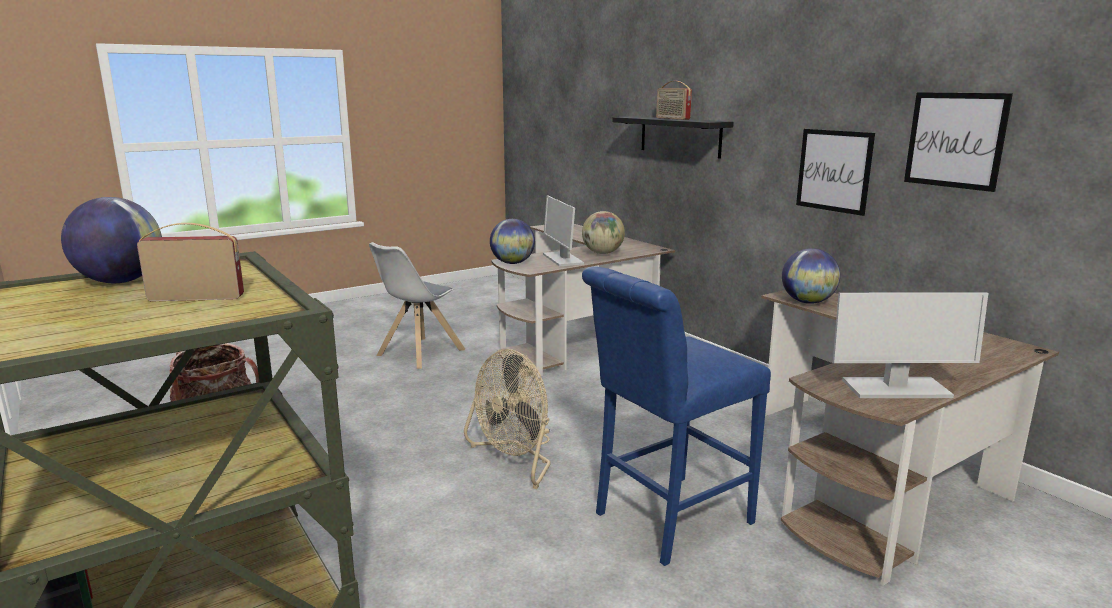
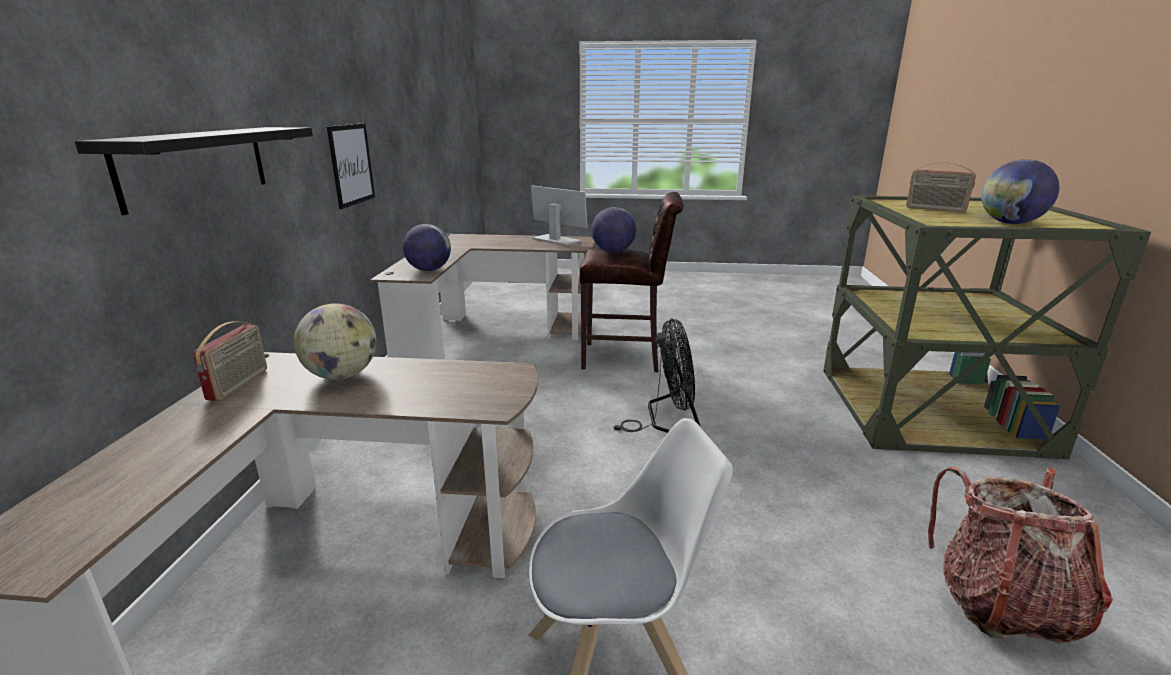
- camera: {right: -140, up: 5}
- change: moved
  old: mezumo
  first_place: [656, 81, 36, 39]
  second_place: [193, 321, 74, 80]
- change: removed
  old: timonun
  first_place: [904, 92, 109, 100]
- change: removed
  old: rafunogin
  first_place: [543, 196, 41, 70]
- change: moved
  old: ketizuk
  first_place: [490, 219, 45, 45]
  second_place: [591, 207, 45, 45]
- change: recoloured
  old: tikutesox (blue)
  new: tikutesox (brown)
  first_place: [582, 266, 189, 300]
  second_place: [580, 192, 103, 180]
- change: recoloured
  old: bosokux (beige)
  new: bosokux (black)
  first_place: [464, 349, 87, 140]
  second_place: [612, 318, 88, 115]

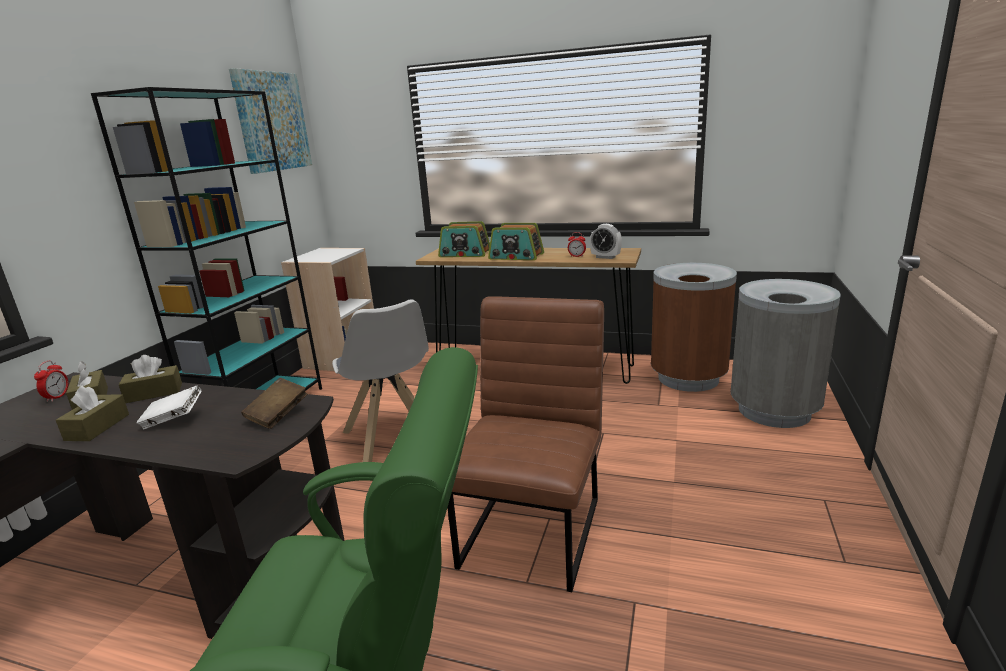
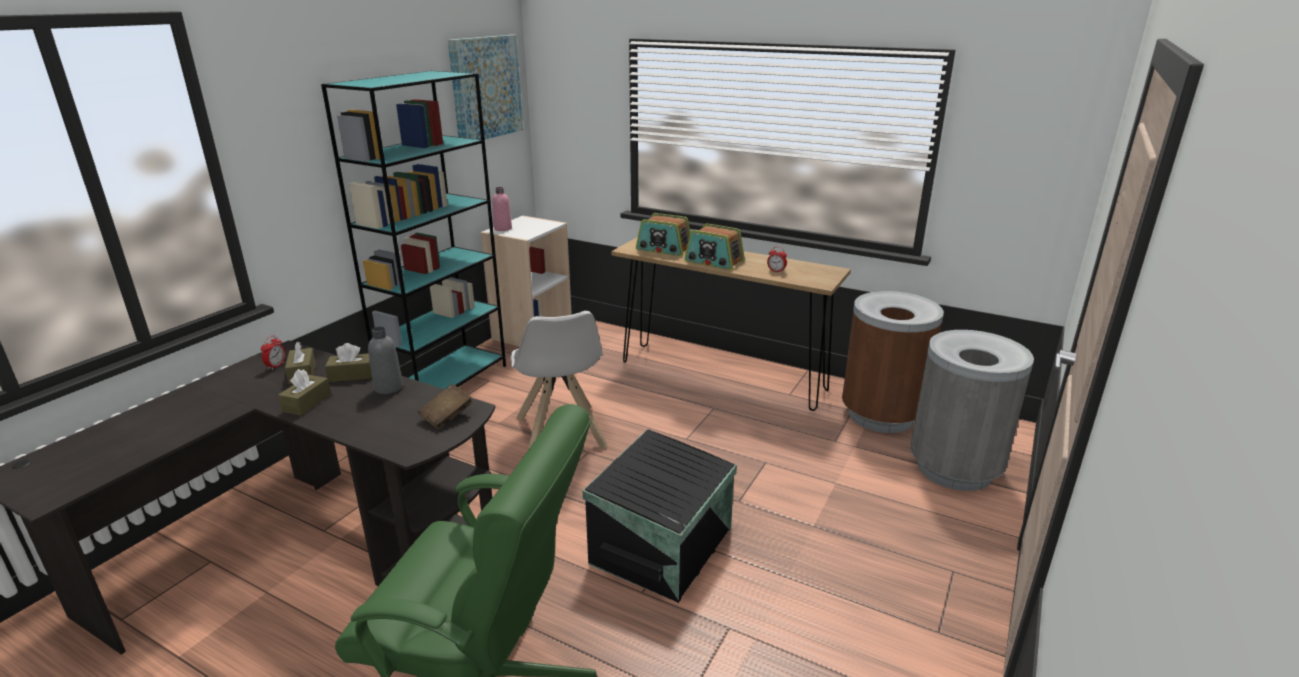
- camera: {right: 10, up: 5}
- change: removed
  old: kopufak
  first_place: [590, 224, 32, 35]
- change: replaced
  old: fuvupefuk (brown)
  new: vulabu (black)
  first_place: [447, 296, 157, 296]
  second_place: [582, 429, 155, 174]
- change: removed
  old: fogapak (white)
  first_place: [137, 386, 64, 43]
- change: added
  new: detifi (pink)
  second_place: [492, 187, 20, 44]
- change: added
  new: detifi (grey)
  second_place: [368, 327, 35, 67]

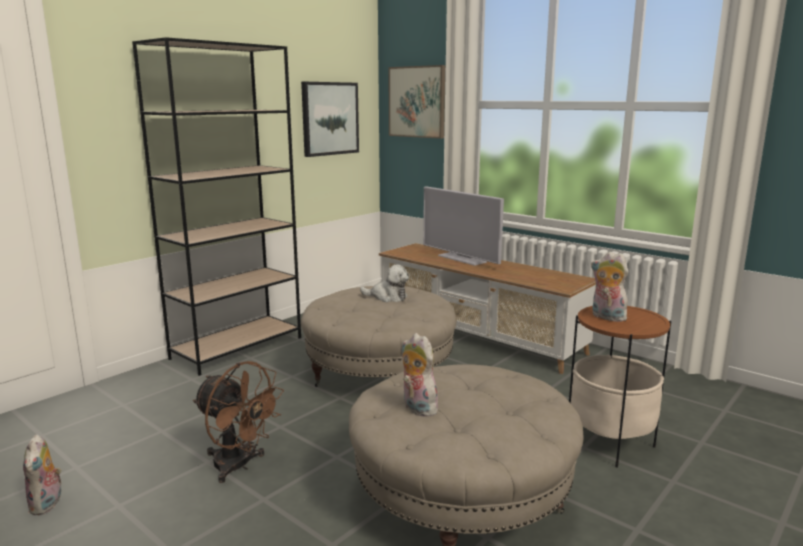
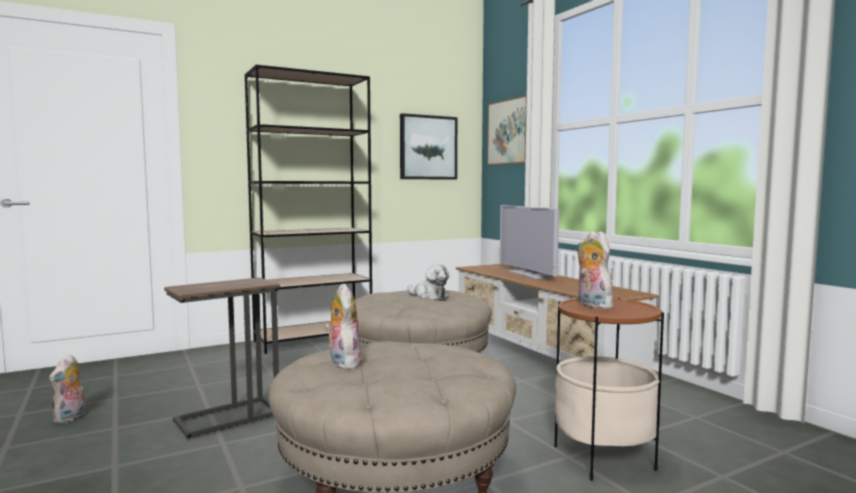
- camera: {right: 20, up: -10}
- change: replaced
  old: bosokux (brown)
  new: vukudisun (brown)
  first_place: [193, 361, 91, 122]
  second_place: [164, 277, 116, 162]

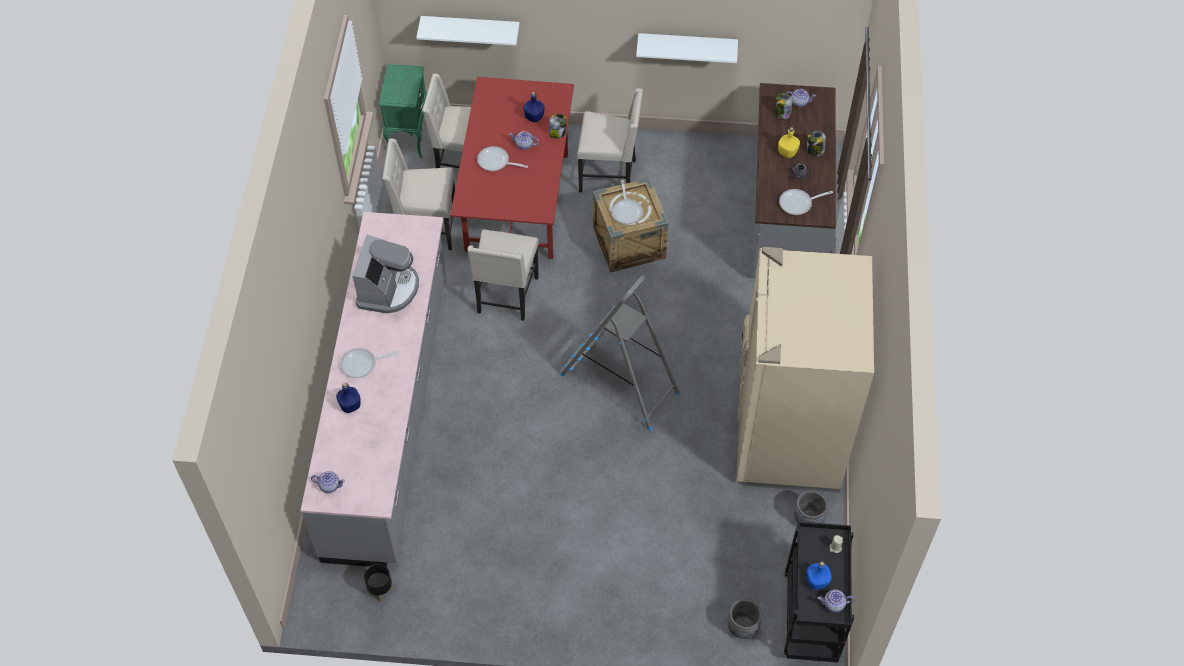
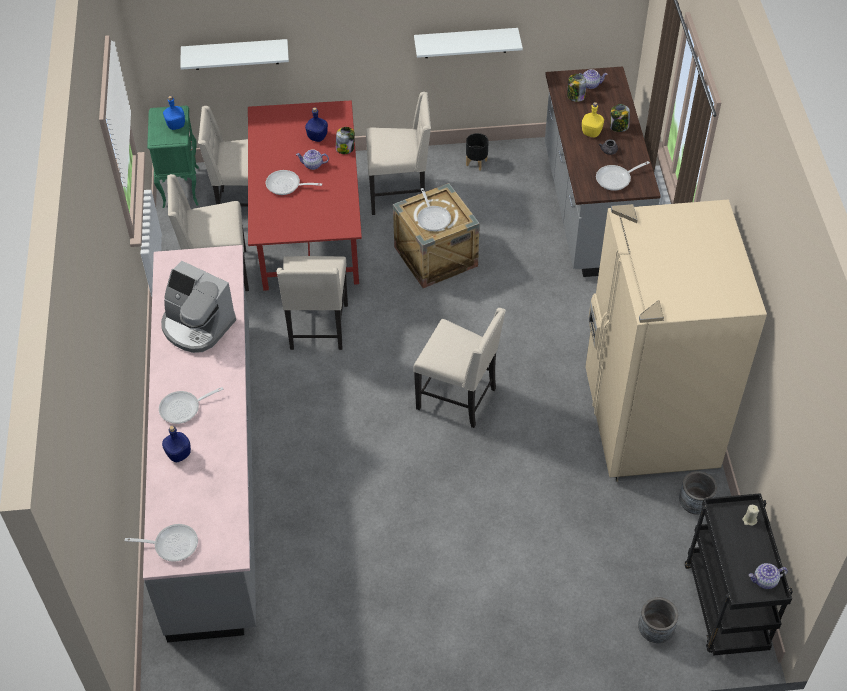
- camera: {right: -10, up: -5}
- change: turned
  old: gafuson
  first_place: [352, 235, 67, 78]
  second_place: [161, 261, 75, 92]
  degrees: 120
- change: replaced
  old: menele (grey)
  new: fuvupefuk (beige)
  first_place: [560, 275, 120, 156]
  second_place: [413, 308, 93, 120]
- change: replaced
  old: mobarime
  new: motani
  first_place: [311, 471, 34, 22]
  second_place: [125, 524, 73, 38]
- change: moved
  old: detifi (blue)
  first_place: [806, 562, 26, 28]
  second_place: [163, 96, 22, 34]
- change: moved
  old: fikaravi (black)
  first_place: [364, 564, 30, 38]
  second_place: [466, 133, 23, 38]

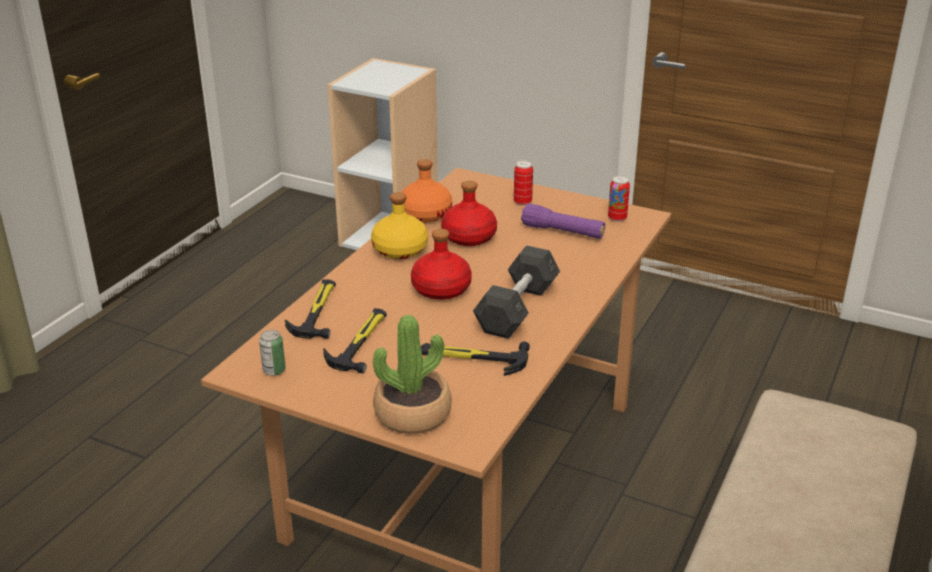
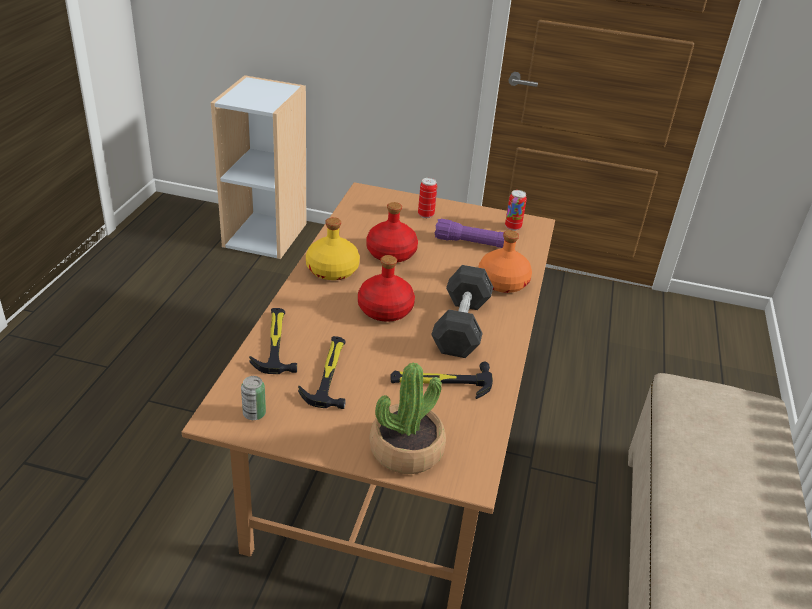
- camera: {right: -15, up: 5}
- change: moved
  old: detifi (orange)
  first_place: [402, 159, 50, 63]
  second_place: [478, 230, 54, 63]

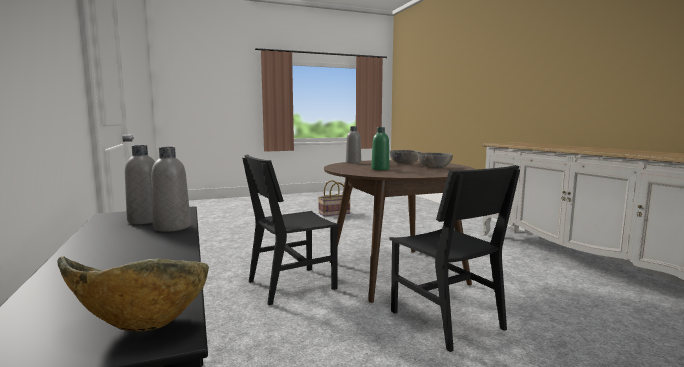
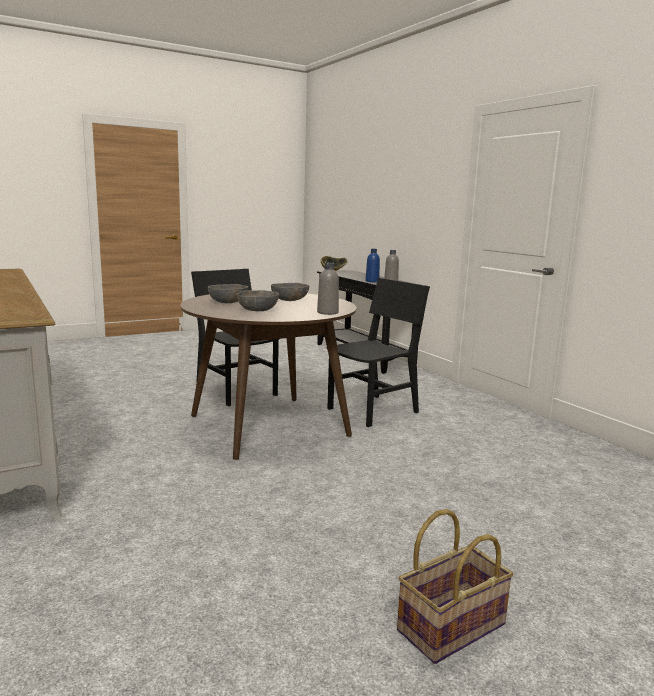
- camera: {right: 170, up: 5}
- change: replaced
  old: detifi (green)
  new: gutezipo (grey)
  first_place: [371, 127, 18, 43]
  second_place: [271, 283, 38, 18]
- change: recoloured
  old: detifi (grey)
  new: detifi (blue)
  first_place: [151, 147, 40, 84]
  second_place: [365, 249, 15, 33]

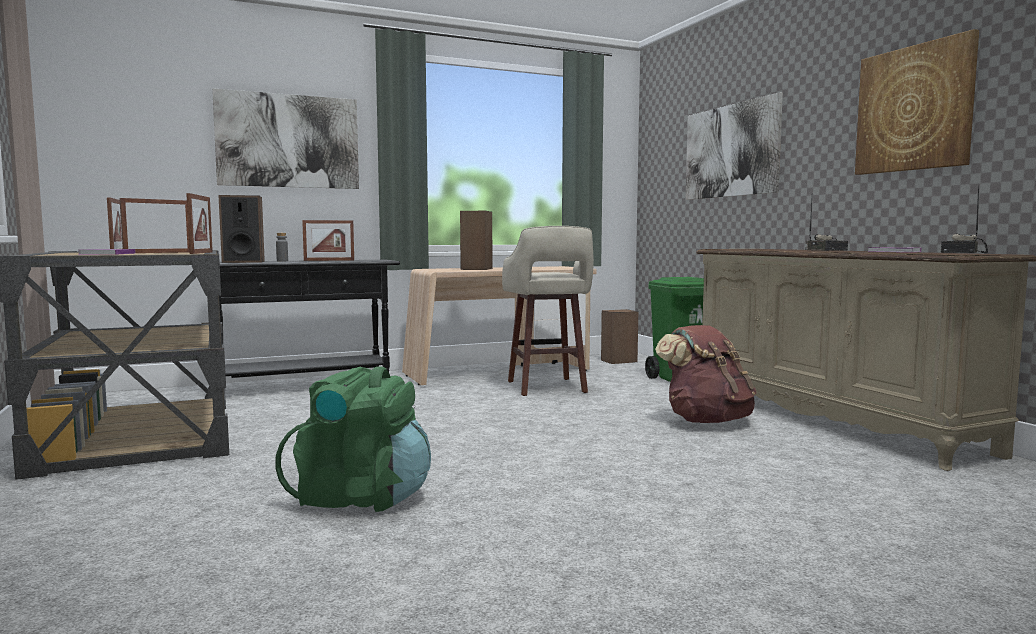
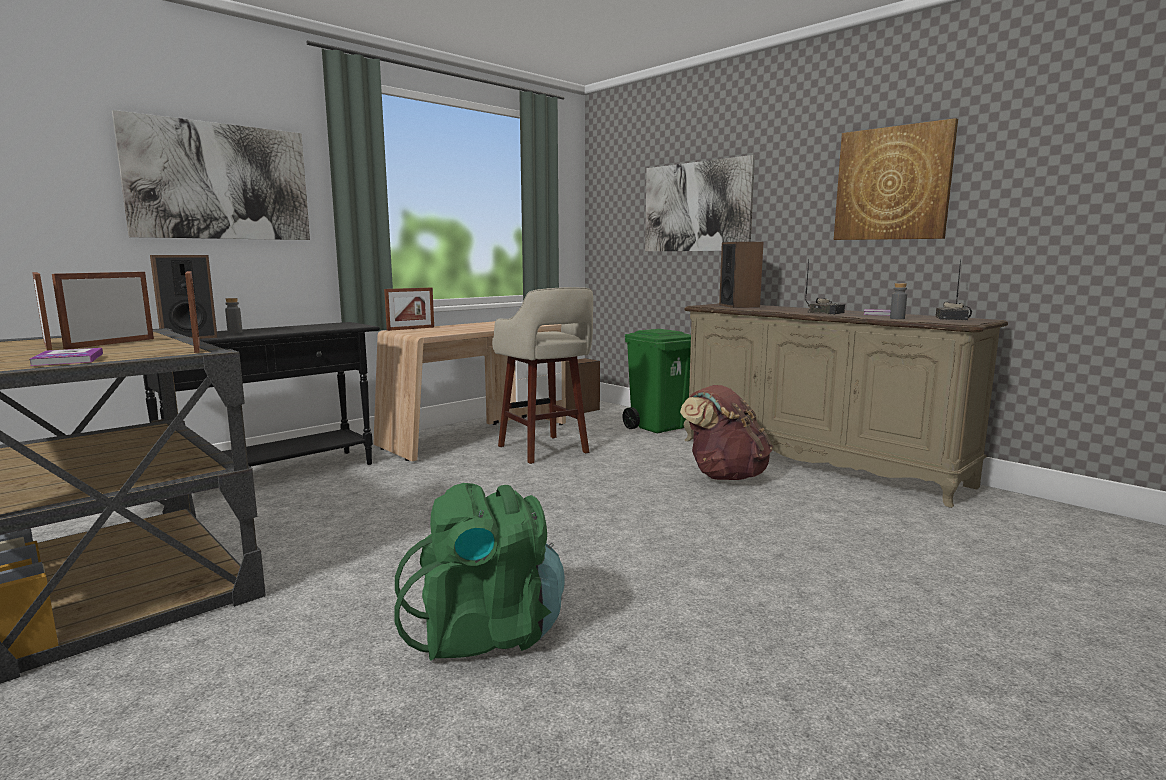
- camera: {right: -20, up: 5}
- change: moved
  old: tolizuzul
  first_place: [460, 211, 32, 59]
  second_place: [719, 242, 45, 66]
- change: moved
  old: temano
  first_place: [302, 220, 52, 41]
  second_place: [384, 288, 50, 43]
- change: added
  new: detifi (grey)
  second_place: [890, 283, 17, 36]

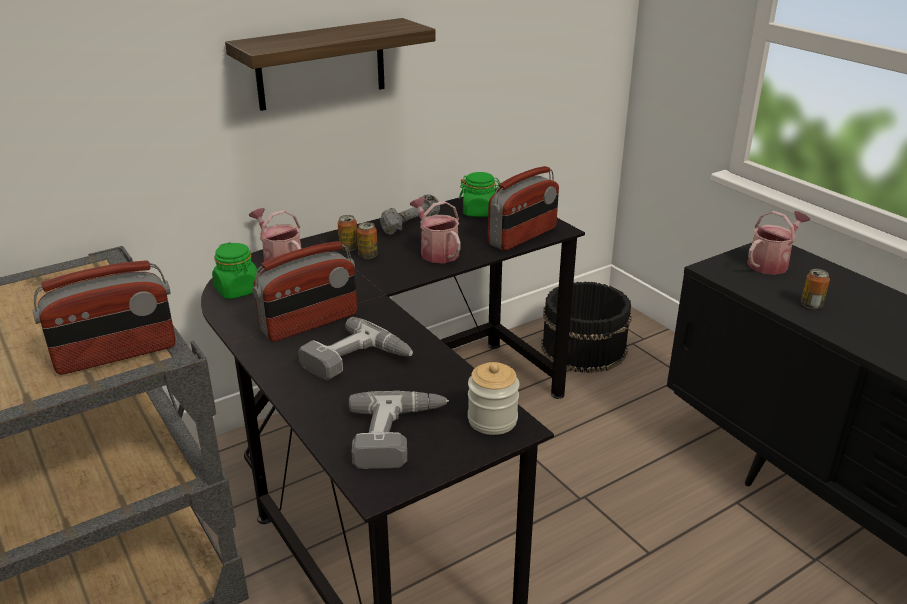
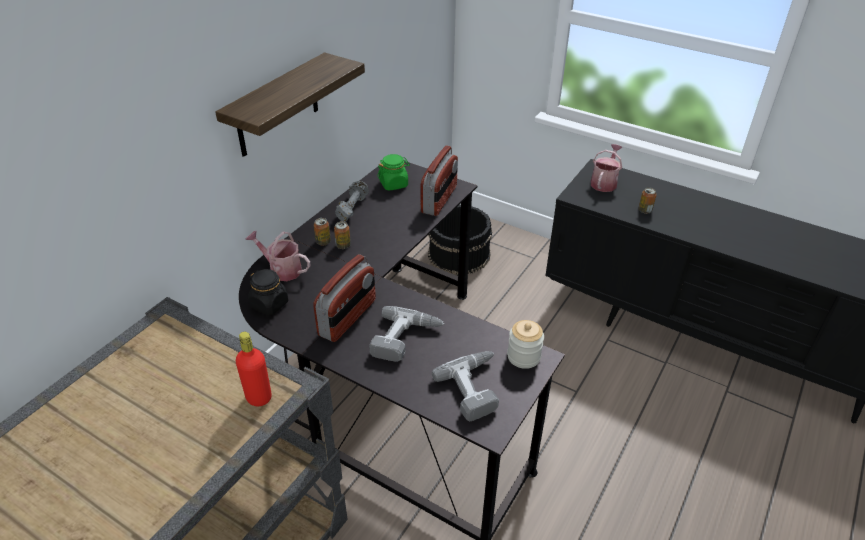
- camera: {right: -25, up: 10}
- change: removed
  old: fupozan
  first_place: [410, 198, 51, 65]
- change: recoloured
  old: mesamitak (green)
  new: mesamitak (black)
  first_place: [212, 242, 47, 57]
  second_place: [249, 269, 39, 46]
- change: replaced
  old: mezumo
  new: detifi (red)
  first_place: [32, 260, 144, 115]
  second_place: [236, 332, 36, 74]

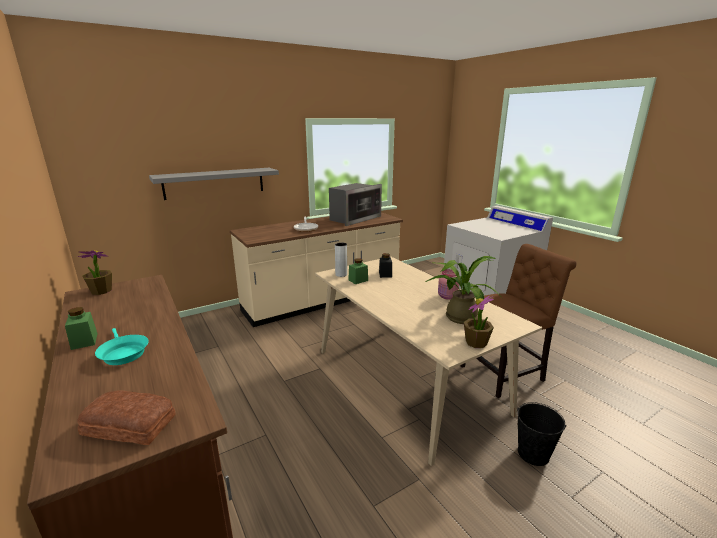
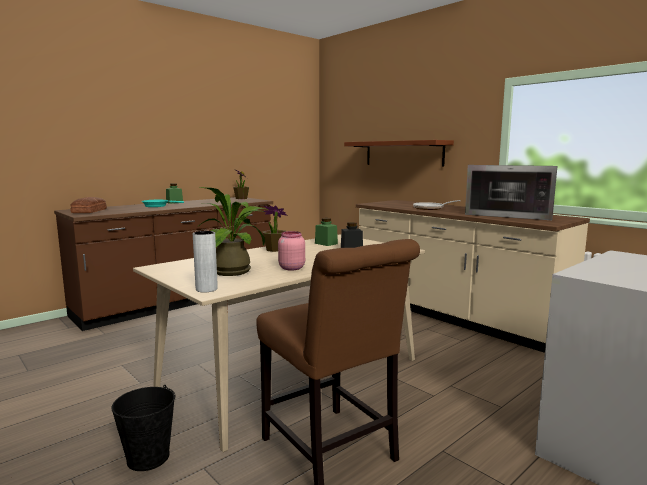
- camera: {right: 80, up: -10}
- change: recoloured
  old: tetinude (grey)
  new: tetinude (brown)
  first_place: [149, 168, 130, 32]
  second_place: [344, 140, 110, 27]
- change: moved
  old: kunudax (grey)
  first_place: [335, 243, 12, 34]
  second_place: [193, 231, 25, 61]
- change: moved
  old: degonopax
  first_place: [464, 296, 30, 52]
  second_place: [262, 206, 25, 46]

